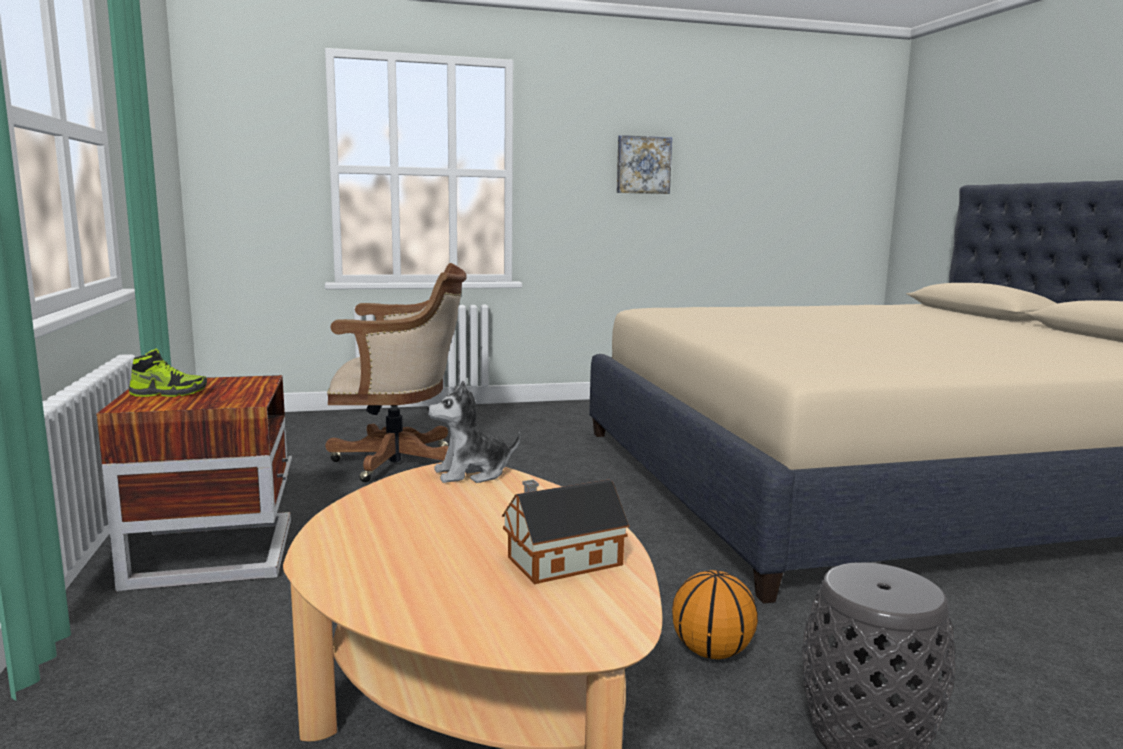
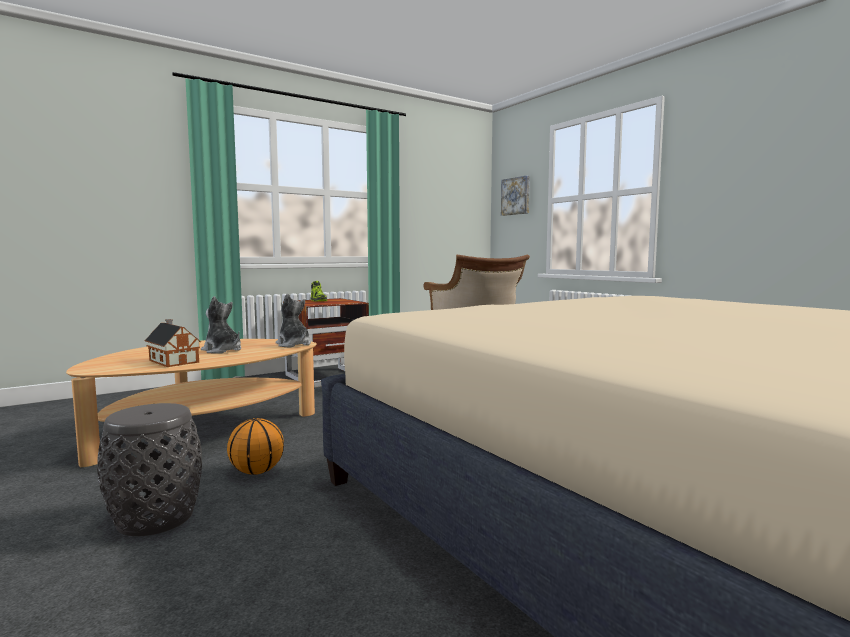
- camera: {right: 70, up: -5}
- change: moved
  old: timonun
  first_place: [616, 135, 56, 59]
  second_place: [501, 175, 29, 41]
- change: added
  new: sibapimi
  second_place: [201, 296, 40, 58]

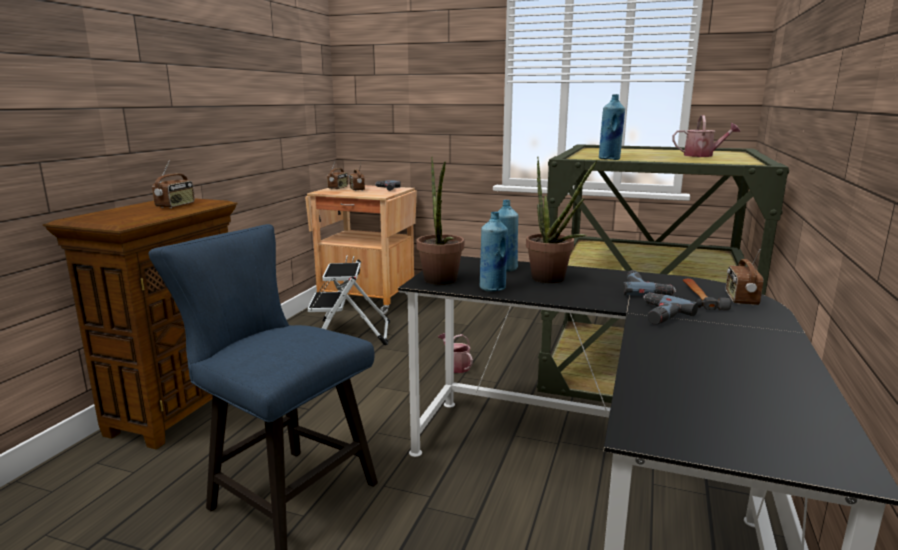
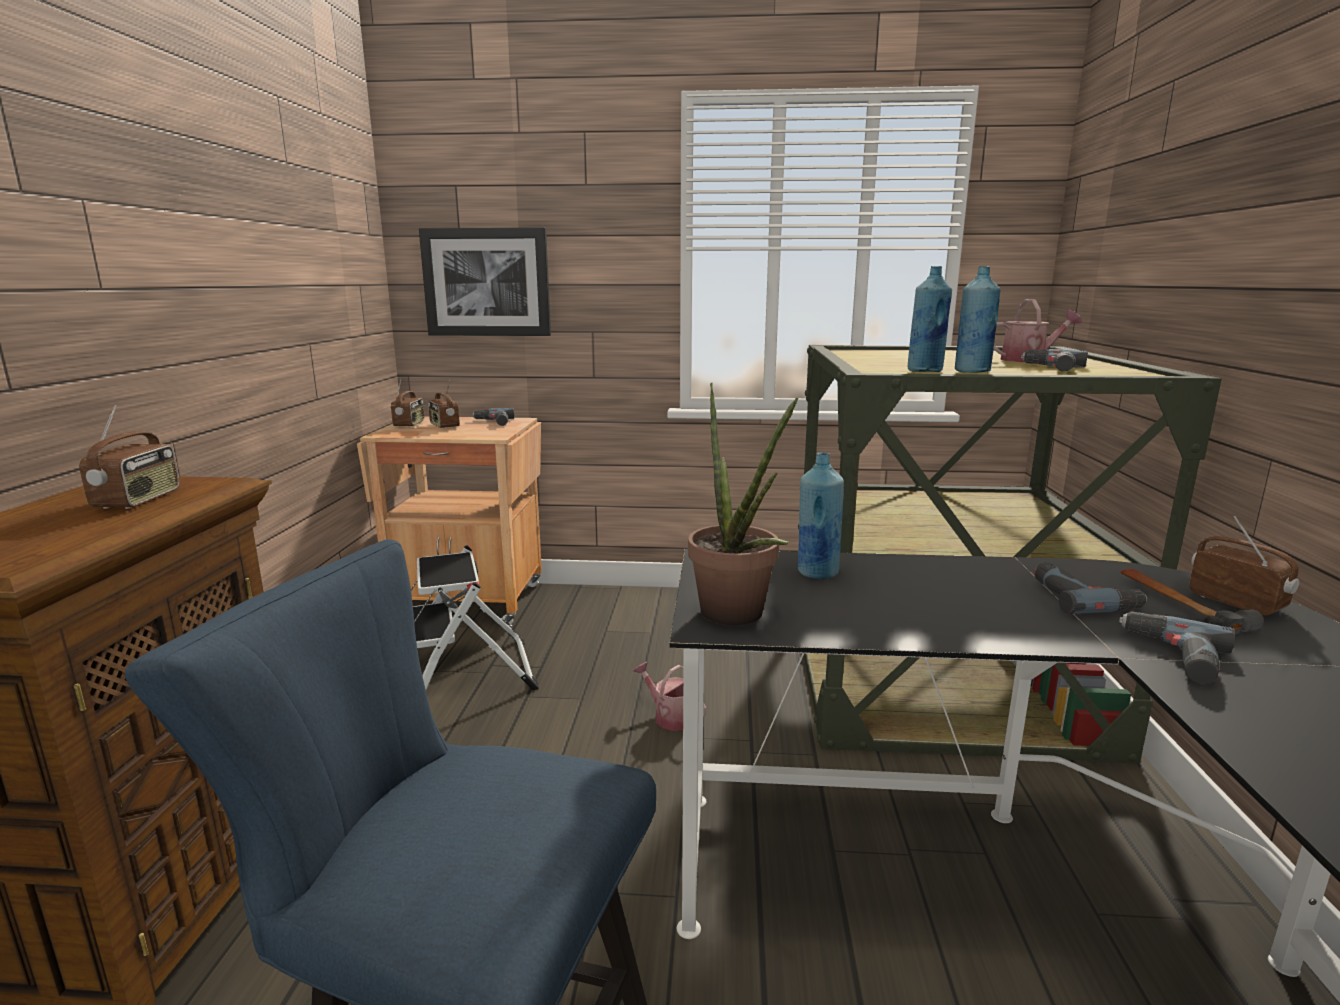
- camera: {right: -15, up: 0}
- change: removed
  old: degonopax
  first_place: [526, 157, 72, 126]
- change: moved
  old: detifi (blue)
  first_place: [480, 212, 28, 79]
  second_place: [955, 266, 45, 107]
- change: turned
  old: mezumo
  first_place: [726, 249, 37, 56]
  second_place: [1189, 516, 110, 100]
  degrees: 150
- change: added
  new: timonun
  second_place: [419, 228, 132, 108]
- change: added
  new: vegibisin
  second_place: [1021, 349, 67, 23]

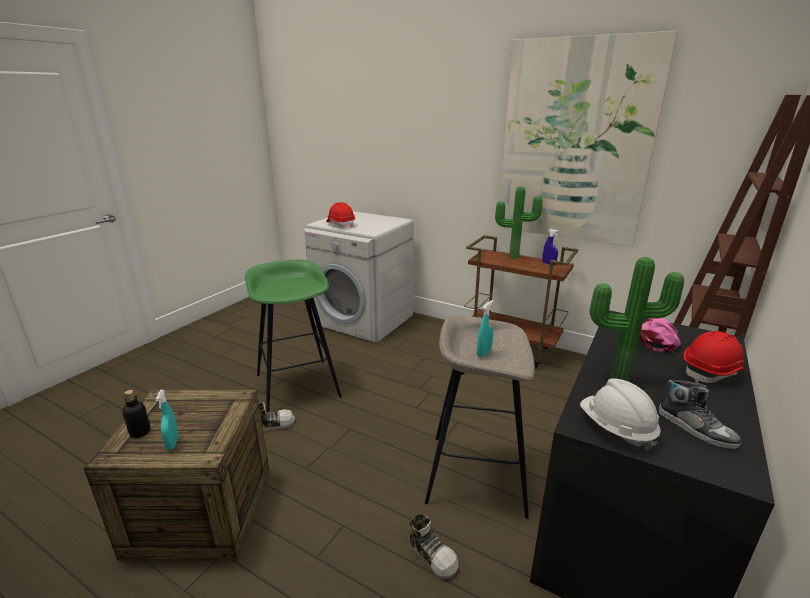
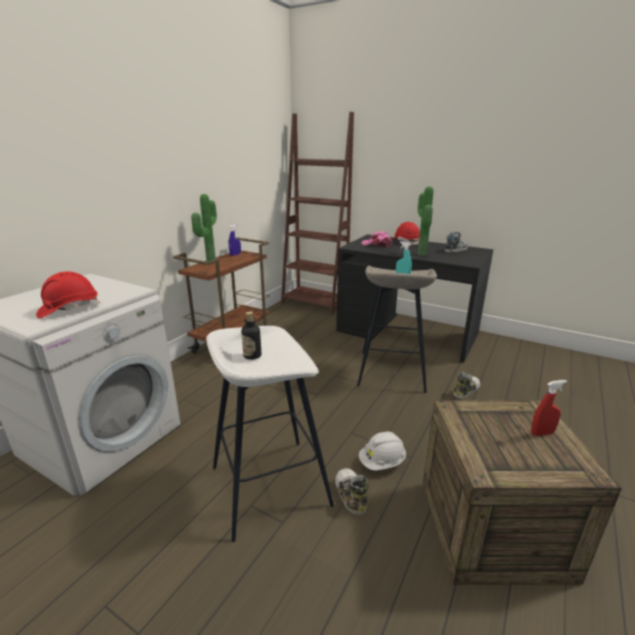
- camera: {right: -90, up: 0}
- change: removed
  old: timonun
  first_place: [497, 31, 181, 216]
- change: recoloured
  old: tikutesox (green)
  new: tikutesox (white)
  first_place: [245, 259, 97, 153]
  second_place: [206, 326, 128, 216]
- change: moved
  old: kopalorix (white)
  first_place: [580, 378, 81, 72]
  second_place: [359, 432, 47, 39]
- change: moved
  old: detifi
  first_place: [122, 390, 28, 48]
  second_place: [241, 312, 20, 48]
- change: recoloured
  old: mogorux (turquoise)
  new: mogorux (red)
  first_place: [156, 390, 23, 60]
  second_place: [531, 380, 36, 56]

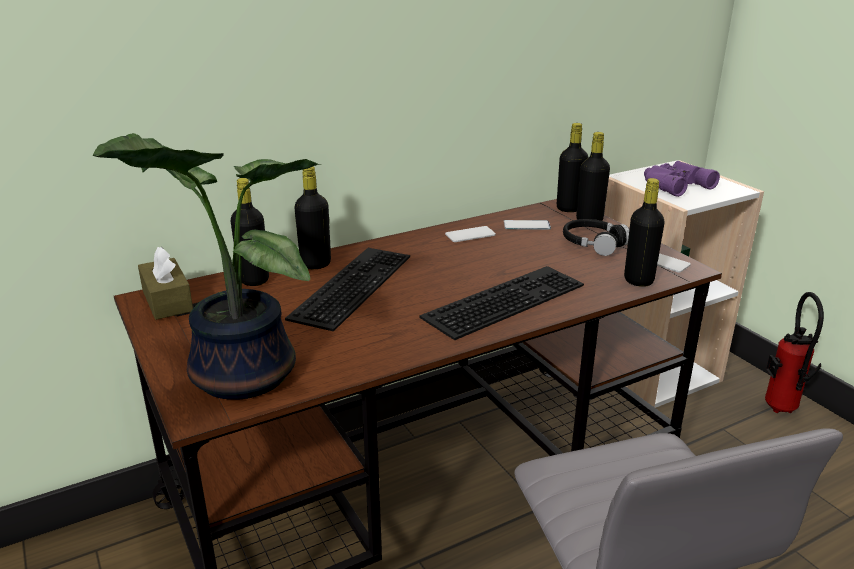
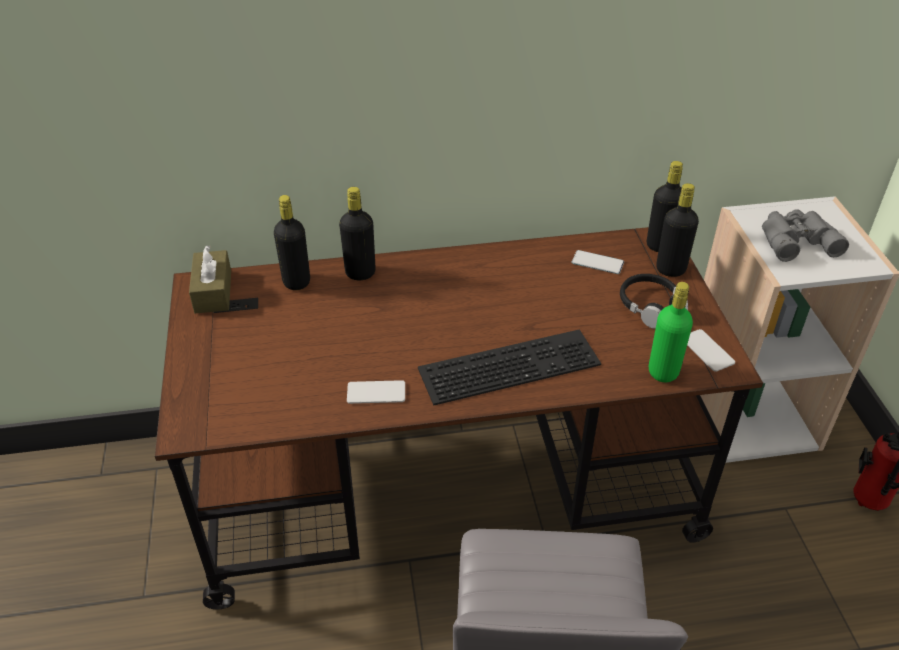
- camera: {right: 20, up: 15}
- change: removed
  old: degonopax
  first_place: [92, 133, 229, 267]
- change: recoloured
  old: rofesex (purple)
  new: rofesex (grey)
  first_place: [644, 161, 76, 36]
  second_place: [762, 209, 87, 53]
- change: recoloured
  old: detifi (black)
  new: detifi (green)
  first_place: [624, 178, 41, 109]
  second_place: [649, 282, 44, 100]
- change: moved
  old: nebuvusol
  first_place: [445, 226, 51, 16]
  second_place: [347, 380, 58, 24]
- change: removed
  old: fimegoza
  first_place: [285, 248, 125, 84]

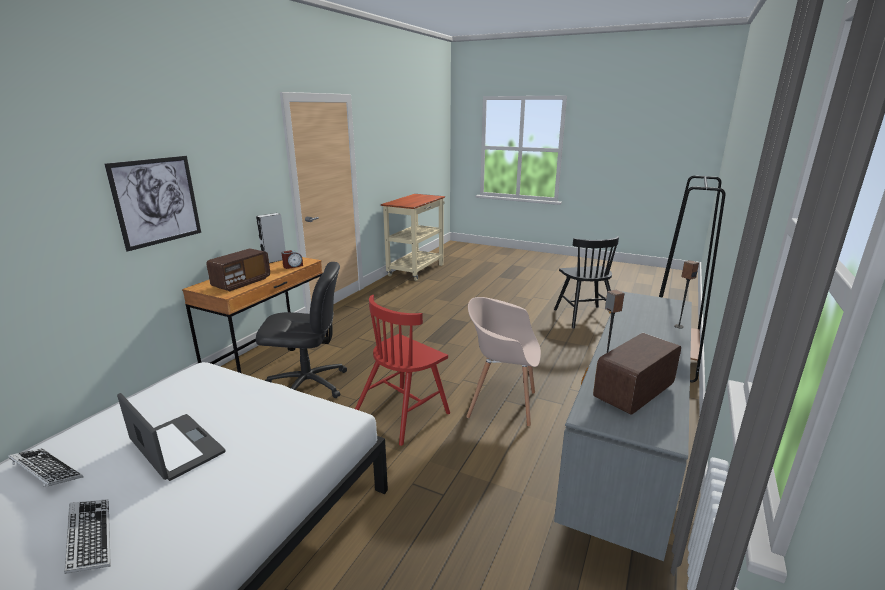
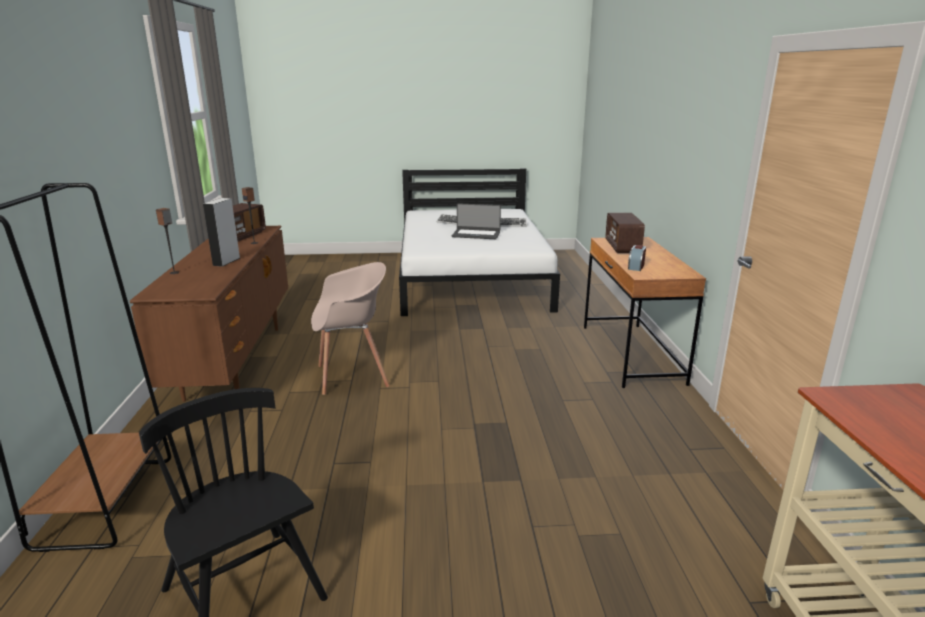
- camera: {right: 150, up: 0}
- change: removed
  old: timonun
  first_place: [104, 156, 97, 96]
- change: moved
  old: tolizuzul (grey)
  first_place: [256, 213, 30, 50]
  second_place: [203, 198, 37, 69]
- change: removed
  old: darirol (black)
  first_place: [256, 262, 91, 136]
- change: recoloured
  old: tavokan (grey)
  new: tavokan (brown)
  first_place: [554, 291, 138, 270]
  second_place: [130, 226, 158, 176]
- change: removed
  old: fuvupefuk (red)
  first_place: [355, 295, 95, 151]

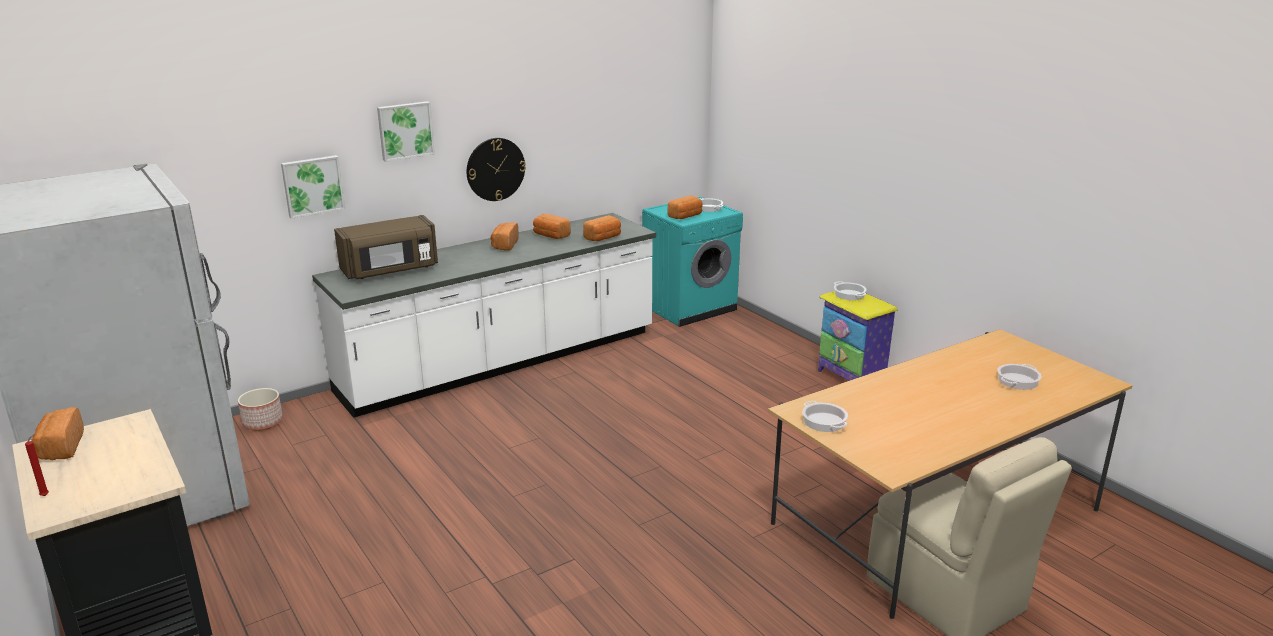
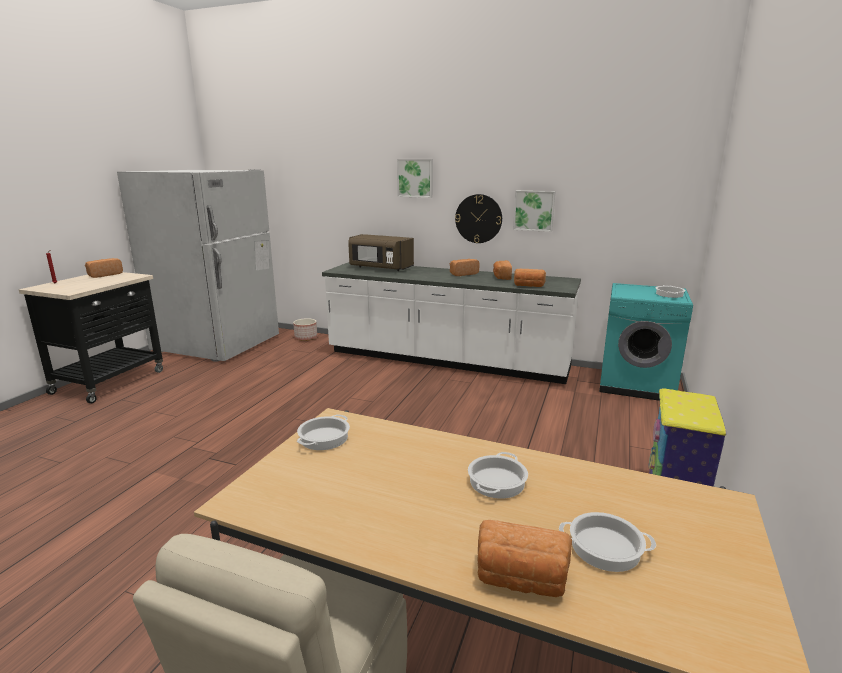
- camera: {right: 55, up: -5}
- change: moved
  old: timonun
  first_place: [281, 155, 64, 64]
  second_place: [513, 191, 43, 41]
- change: moved
  old: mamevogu
  first_place: [668, 195, 34, 24]
  second_place: [477, 520, 95, 77]
- change: moved
  old: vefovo
  first_place: [834, 281, 33, 19]
  second_place: [468, 452, 60, 47]

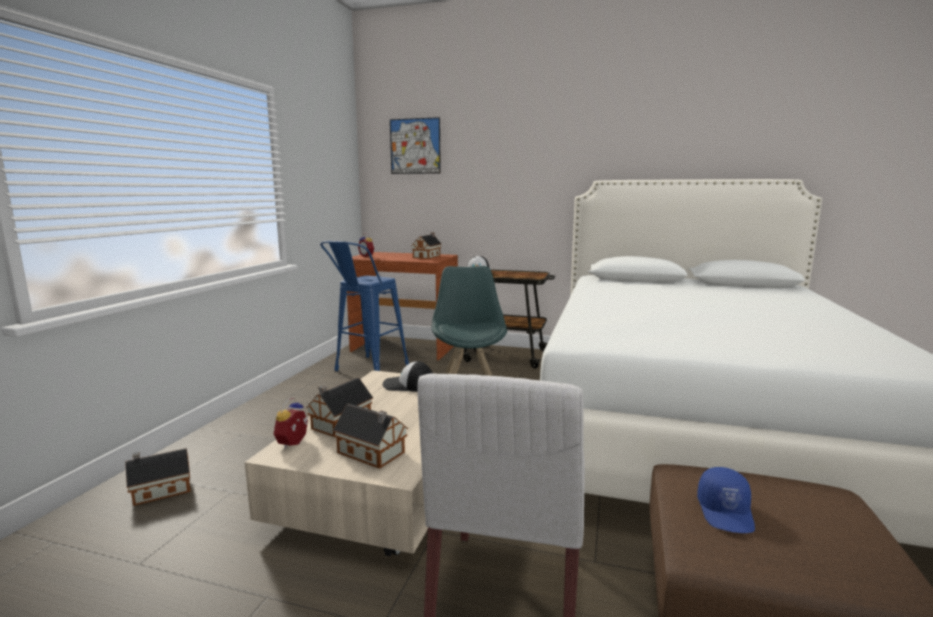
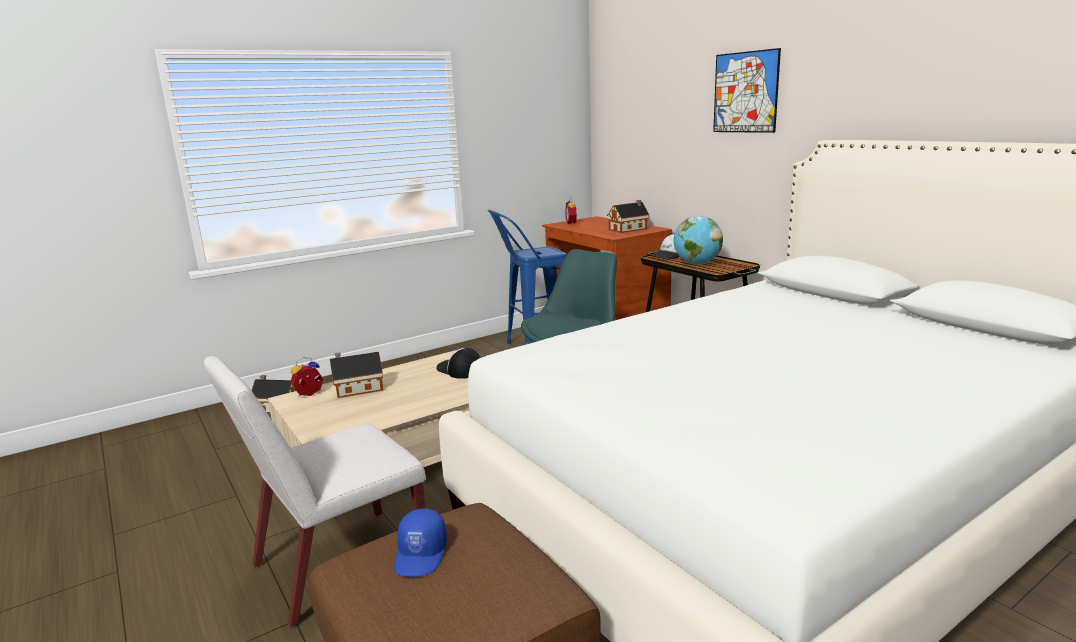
- camera: {right: 40, up: 5}
- change: moved
  old: timonun
  first_place: [390, 117, 51, 57]
  second_place: [713, 48, 68, 85]
- change: removed
  old: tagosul
  first_place: [333, 404, 75, 65]
- change: turned
  old: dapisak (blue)
  first_place: [697, 467, 58, 66]
  second_place: [394, 508, 53, 69]
  degrees: -45
- change: added
  new: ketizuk
  second_place: [674, 216, 49, 49]

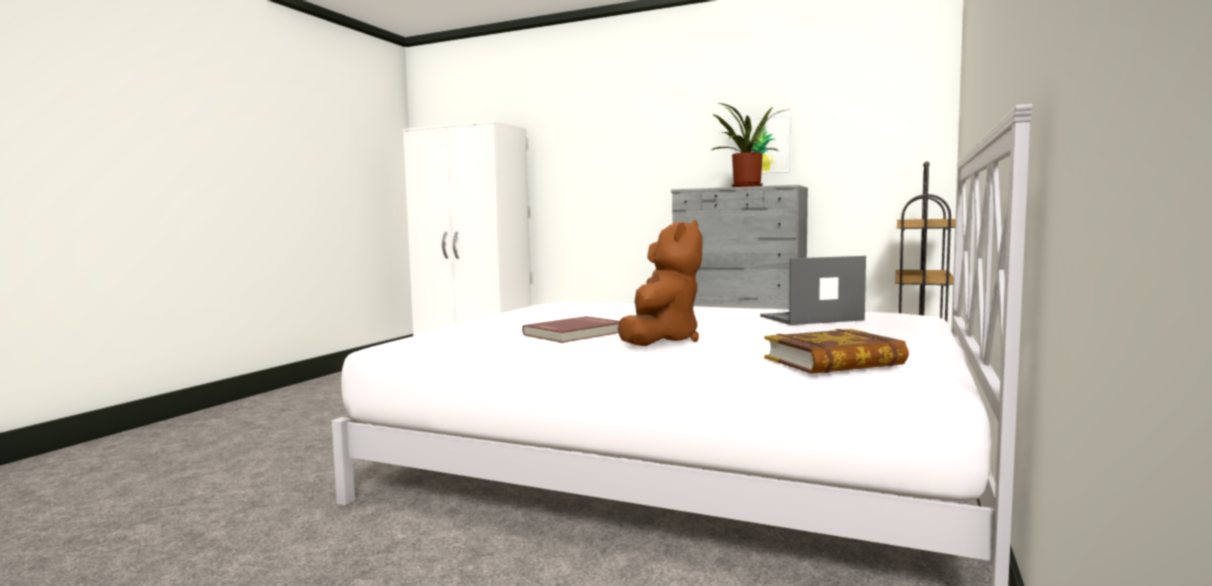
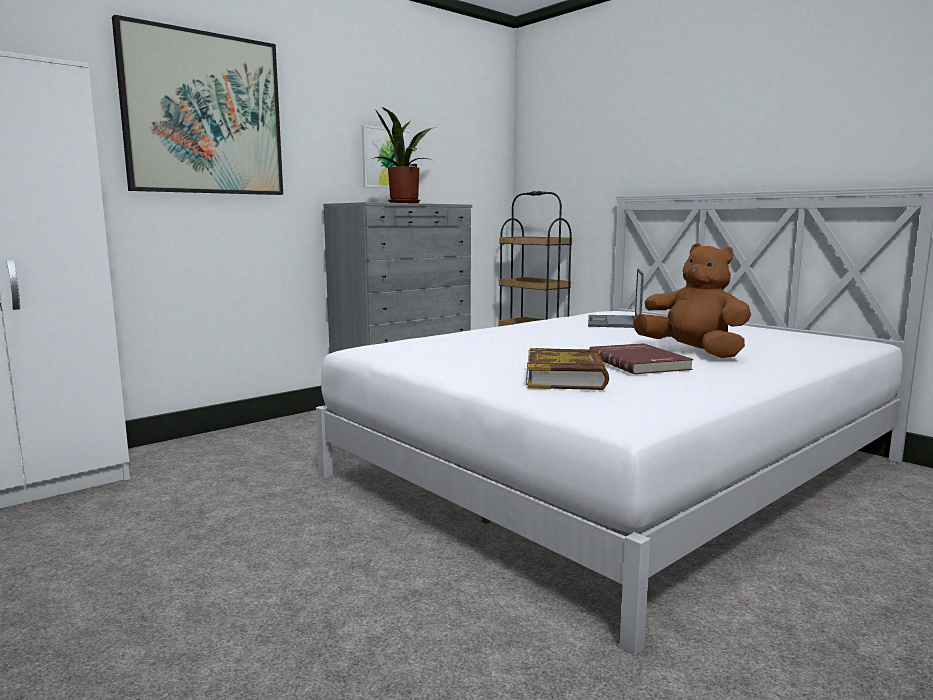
- camera: {right: -65, up: 5}
- change: moved
  old: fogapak
  first_place: [764, 329, 145, 45]
  second_place: [526, 348, 83, 42]
- change: added
  new: timonun
  second_place: [112, 15, 171, 180]

